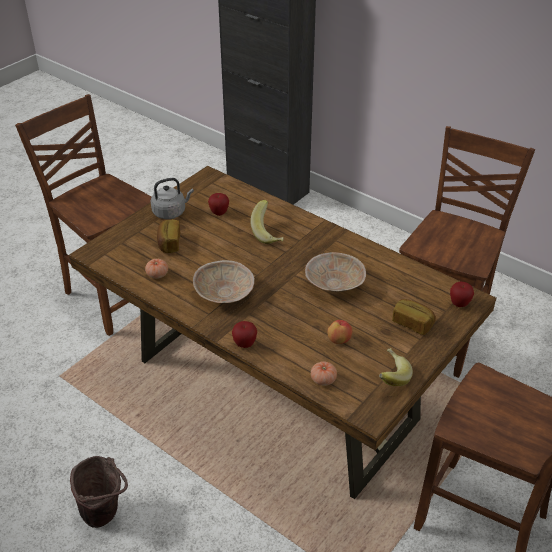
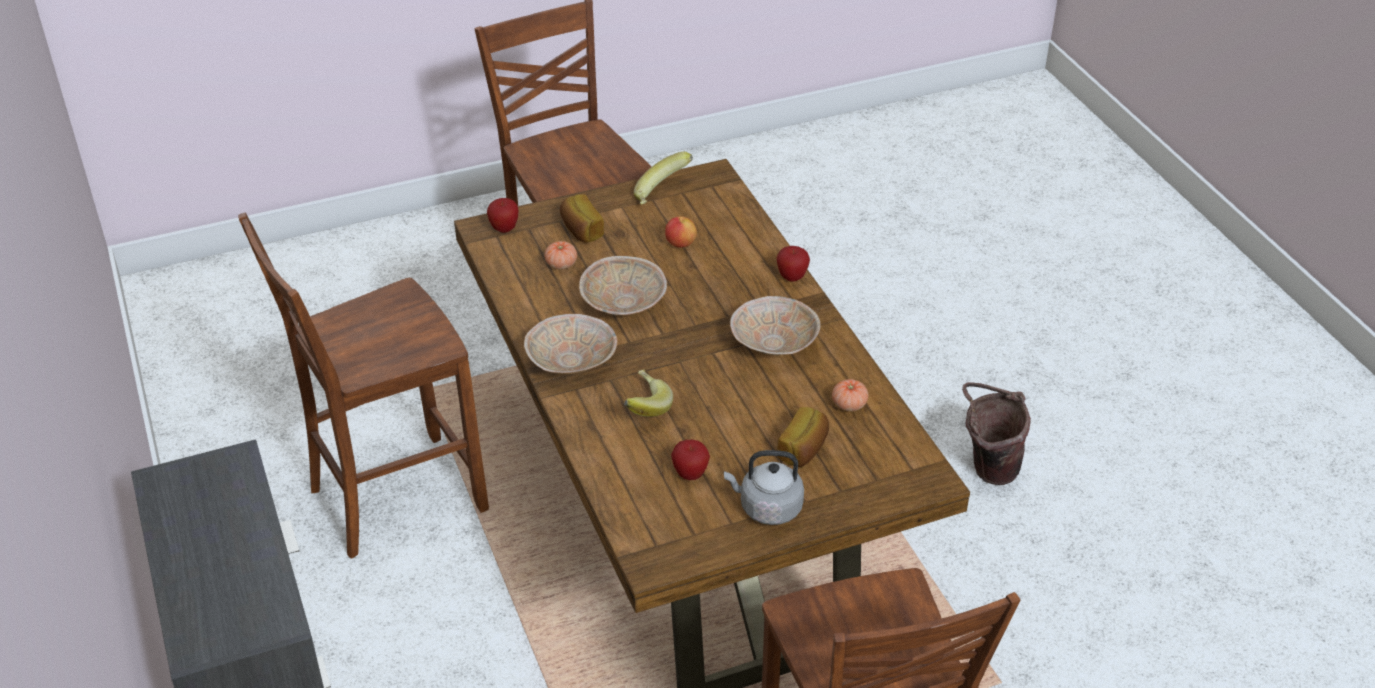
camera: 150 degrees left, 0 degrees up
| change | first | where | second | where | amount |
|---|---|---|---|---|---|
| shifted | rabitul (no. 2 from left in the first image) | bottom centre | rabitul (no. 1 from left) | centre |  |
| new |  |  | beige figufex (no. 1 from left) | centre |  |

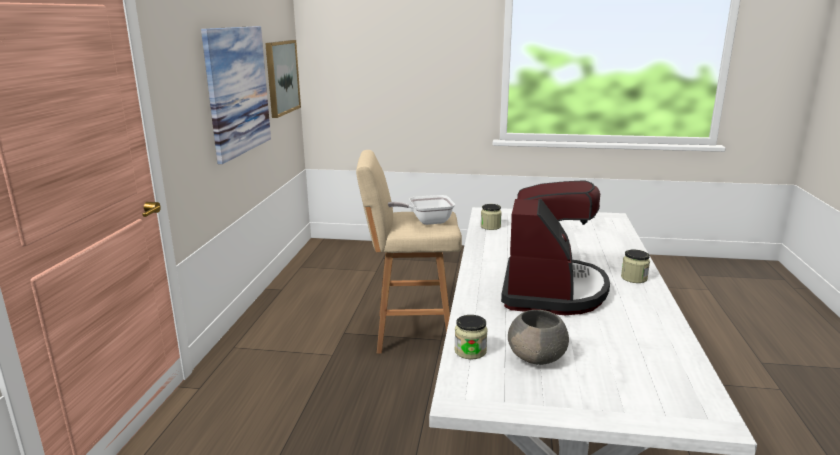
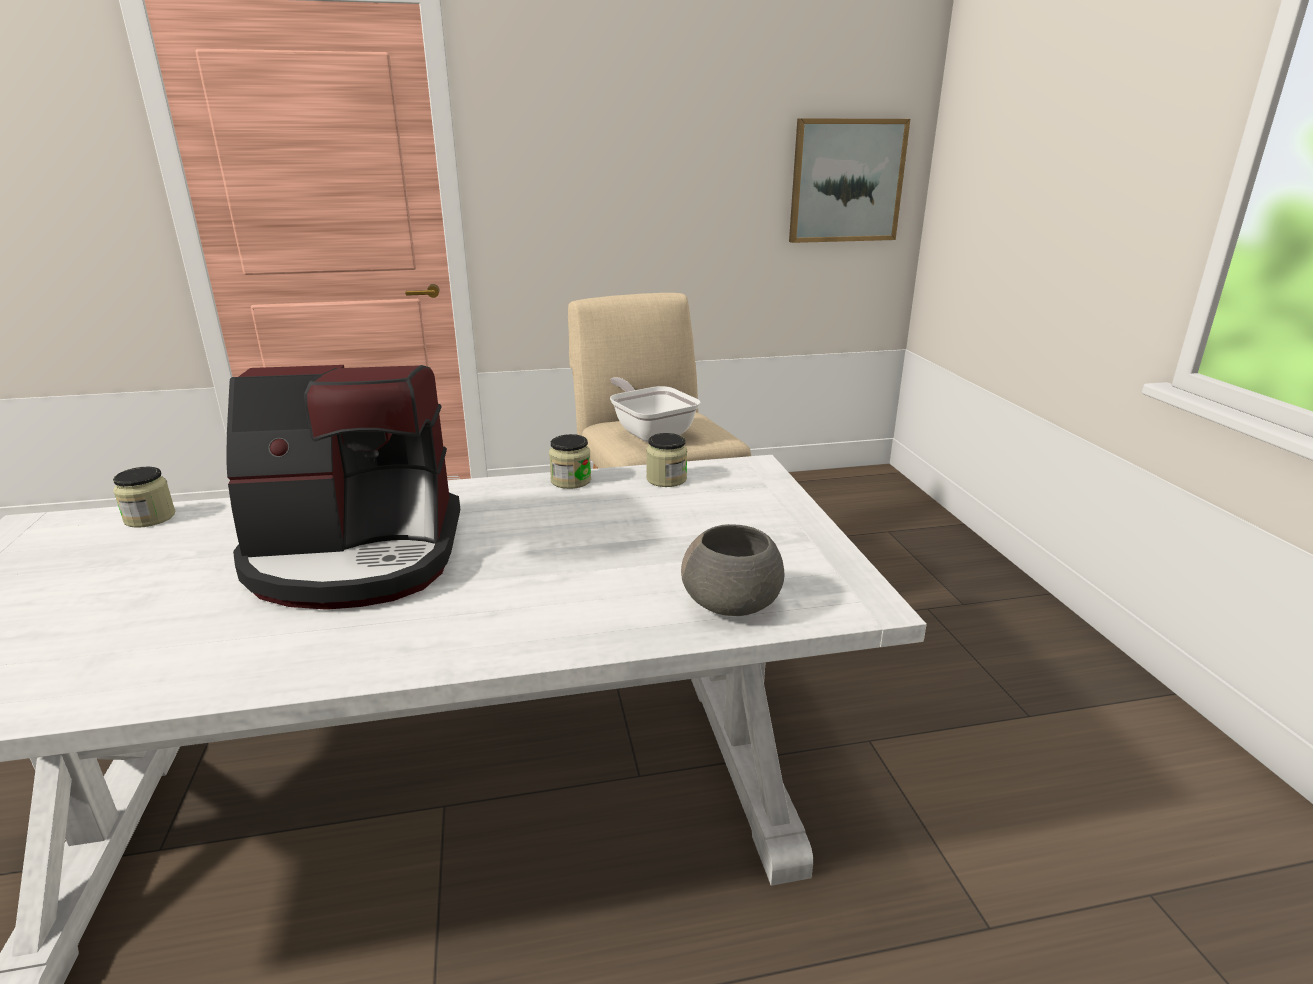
camera: 70 degrees right, 5 degrees up
| change | first | where | second | where | amount |
|---|---|---|---|---|---|
| gone | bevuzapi (no. 1 from left) | top left |  |  |  |
| shifted | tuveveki (no. 3 from left in the first image) | middle right | tuveveki (no. 2 from left) | centre |  |
| shifted | grey figufex | bottom centre |  | centre |  |

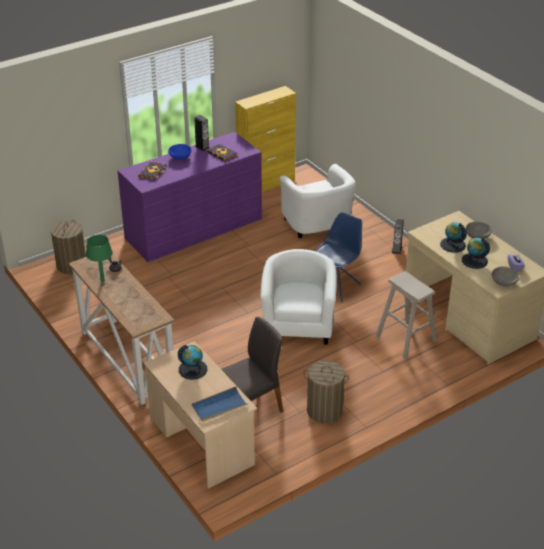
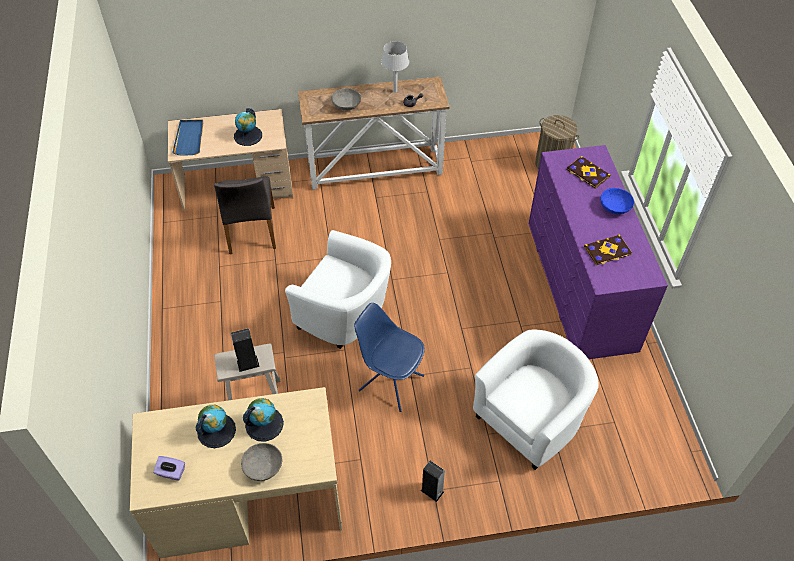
camera: 115 degrees right, 15 degrees up
| change | first | where | second | where | amount |
|---|---|---|---|---|---|
| gone | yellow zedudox | top centre |  |  |  |
| shifted | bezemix (no. 1 from left) | top centre |  | middle left |  |
| rotated | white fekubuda (no. 2 from left) | centre |  | bottom right | 135 degrees clockwise |
| rotated | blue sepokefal | centre |  | centre | 150 degrees clockwise |
| repainted | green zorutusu | middle left | grey zorutusu | top centre |  |
| shifted | grey figufex (no. 2 from left) | middle right |  | top centre |  |
| gone | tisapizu (no. 2 from left) | bottom centre |  |  |  |

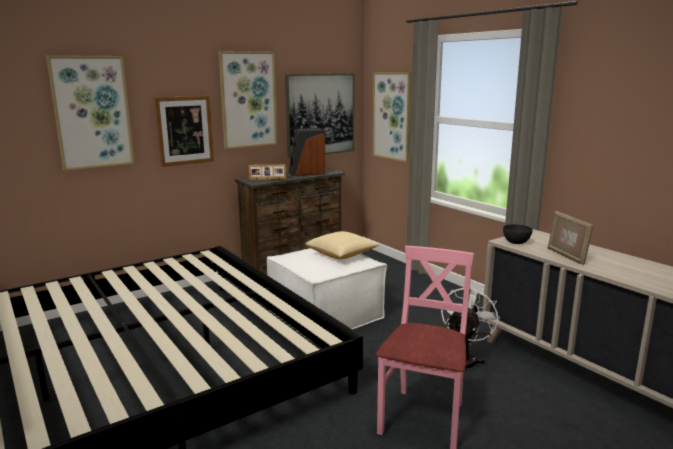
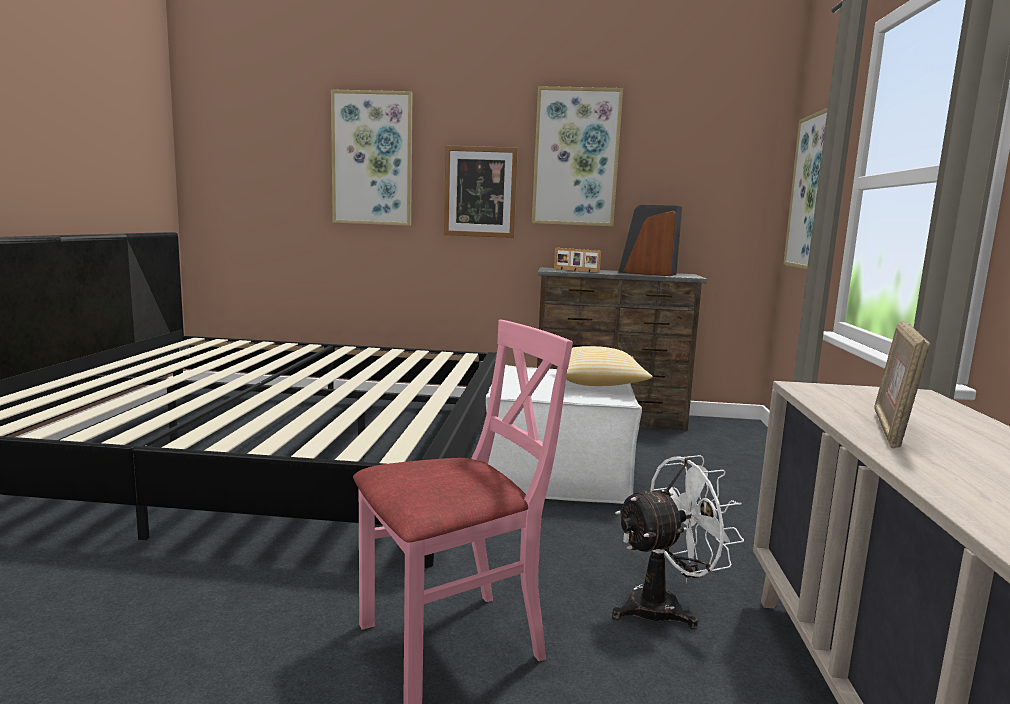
camera: 40 degrees right, 5 degrees down
| change | first | where | second | where | amount |
|---|---|---|---|---|---|
| gone | bevuzapi (no. 4 from left) | top centre |  |  |  |
| gone | grey figufex | middle right |  |  |  |

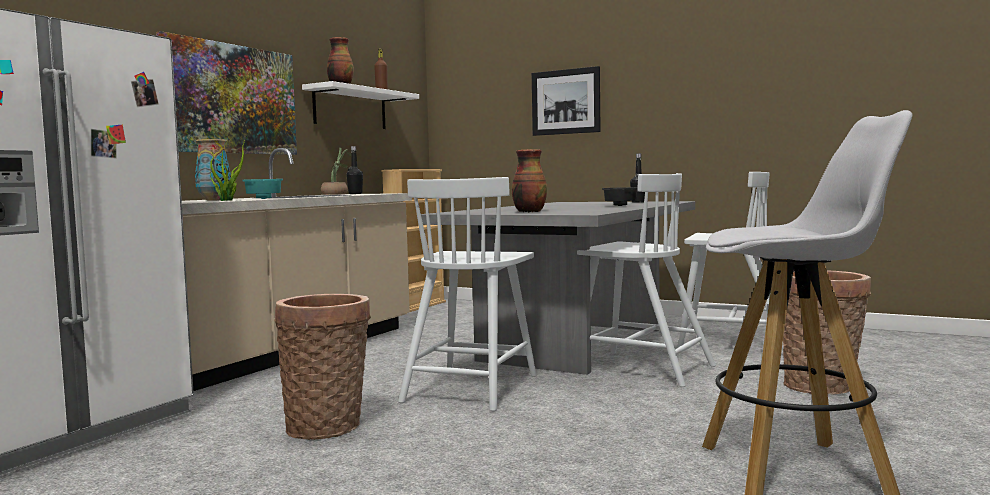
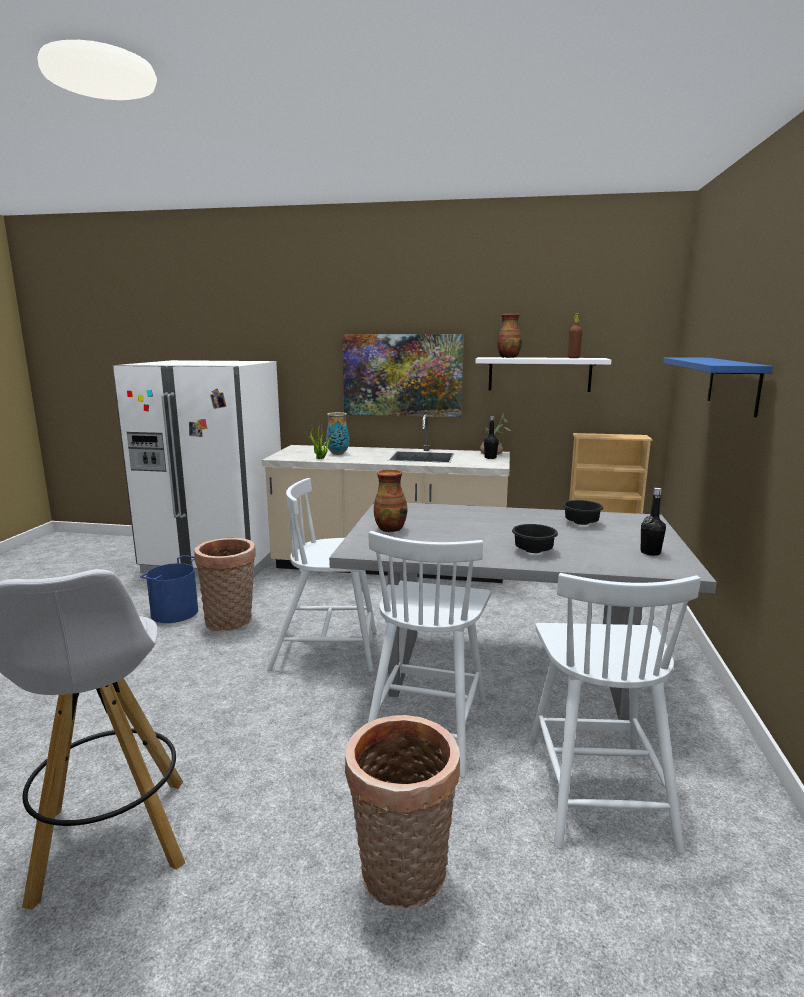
camera: 70 degrees right, 10 degrees up
| change | first | where | second | where | amount |
|---|---|---|---|---|---|
| swapped | bevuzapi (no. 2 from left) | top centre | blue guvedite | middle right |  |
| gone | turquoise figufex | middle left |  |  |  |
| new |  |  | black figufex (no. 2 from left) | middle right |  |
| new |  |  | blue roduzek | middle left |  |

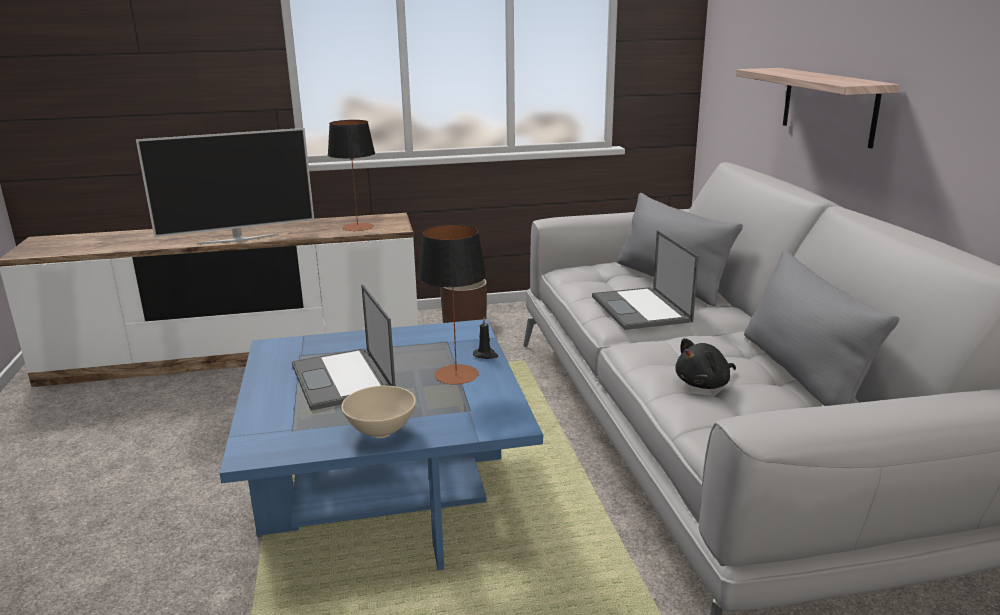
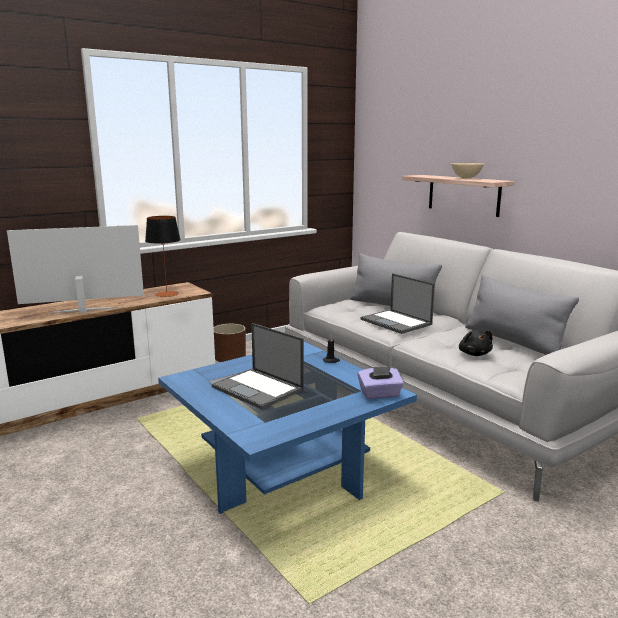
camera: 25 degrees left, 5 degrees down
| change | first | where | second | where | amount |
|---|---|---|---|---|---|
| rotated | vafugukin | top left |  | middle left | 150 degrees counterclockwise |
| gone | zorutusu (no. 2 from left) | centre |  |  |  |
| rotated | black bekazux | middle right |  | middle right | 45 degrees counterclockwise |
| shifted | beige figufex | bottom centre |  | top right |  |
| new |  |  | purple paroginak | centre |  |

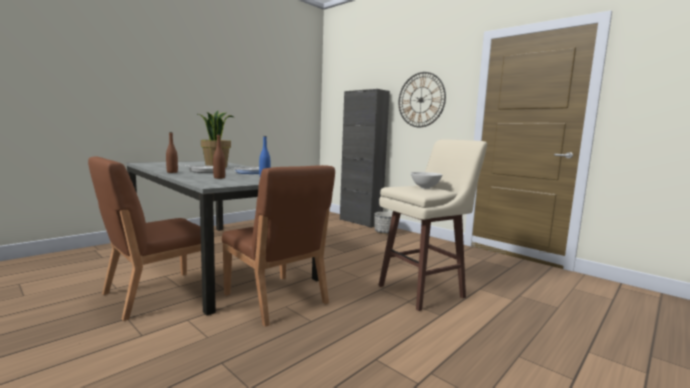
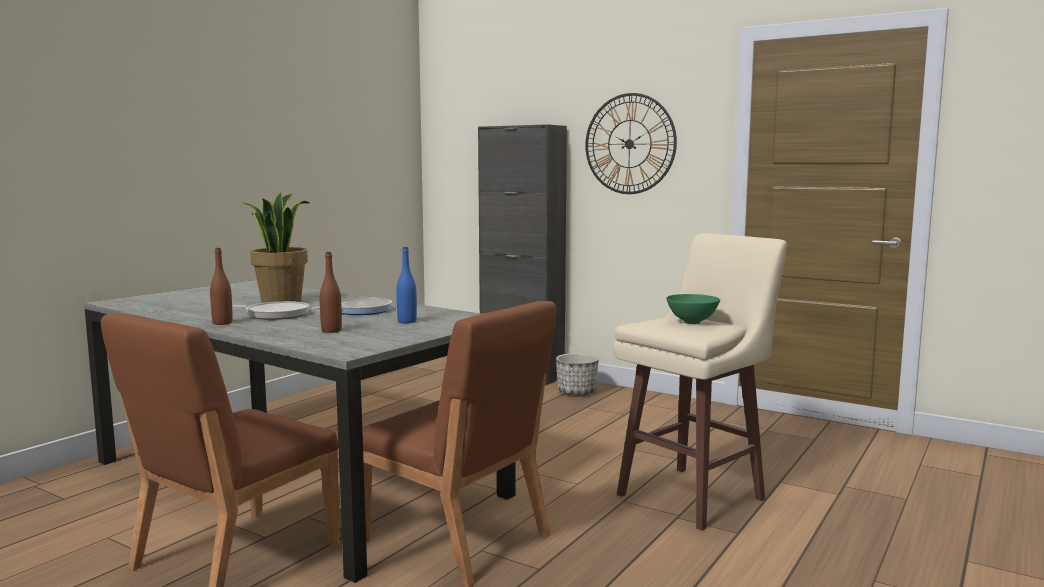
camera: 10 degrees left, 0 degrees up
| change | first | where | second | where | amount |
|---|---|---|---|---|---|
| repainted | white figufex | centre | green figufex | centre |  |

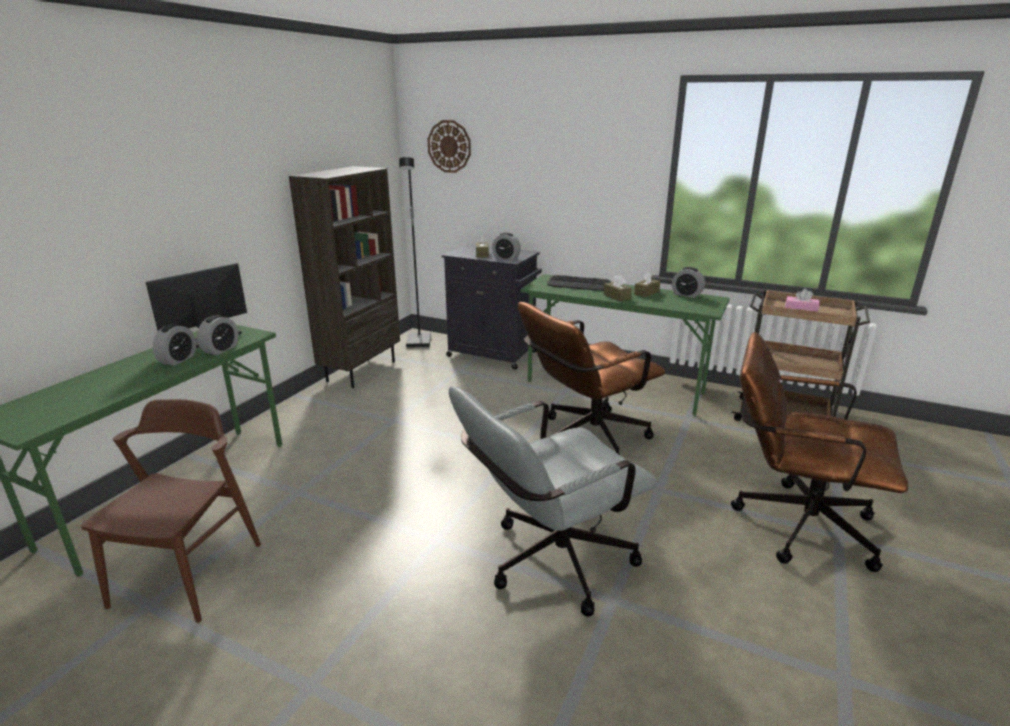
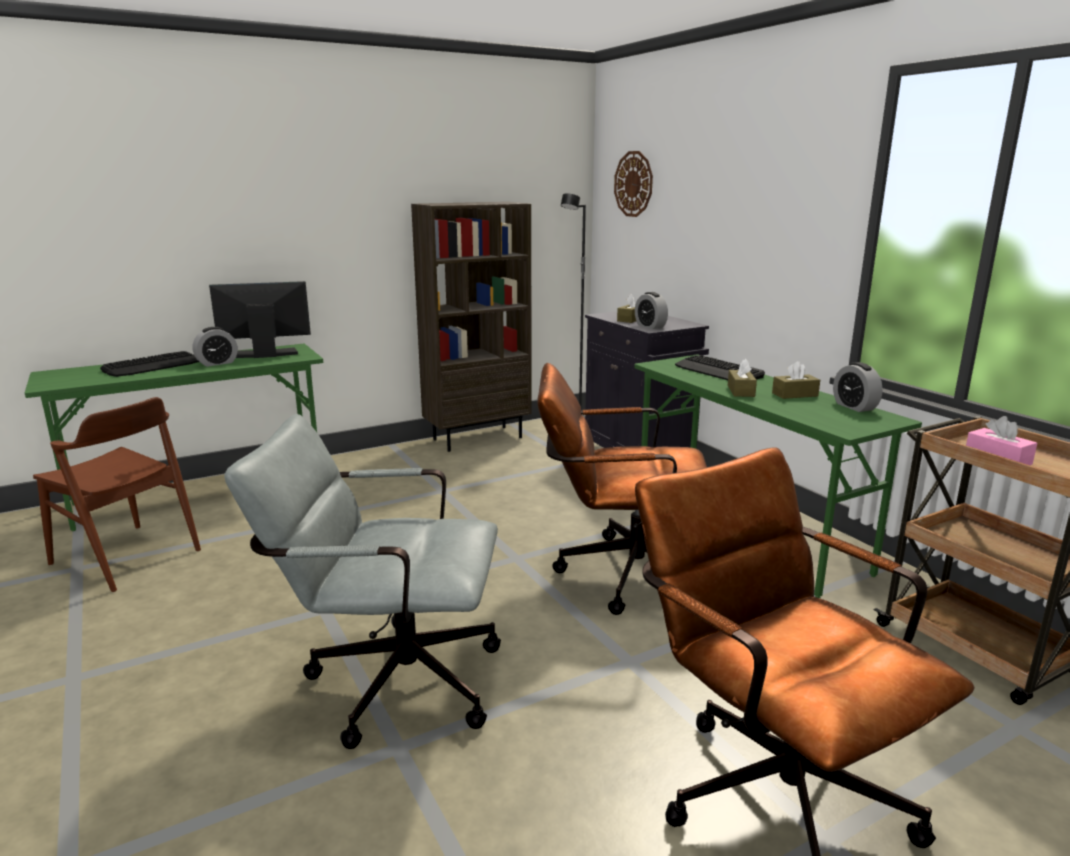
camera: 35 degrees right, 5 degrees down
| change | first | where | second | where | amount |
|---|---|---|---|---|---|
| gone | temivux (no. 2 from left) | middle left |  |  |  |
| rotated | brown sepokefal | bottom left |  | middle left | 75 degrees clockwise |
| new |  |  | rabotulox (no. 1 from left) | middle left |  |

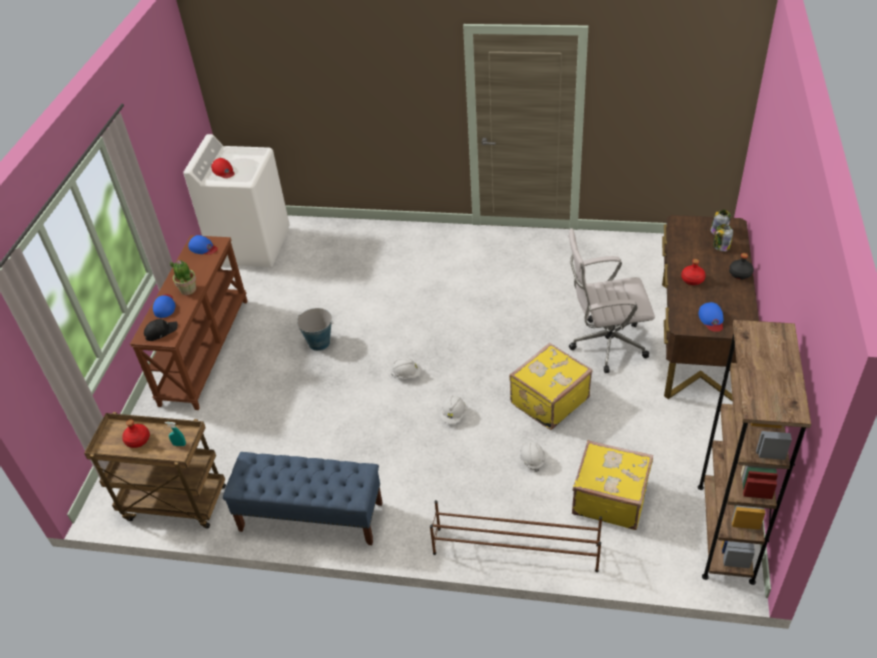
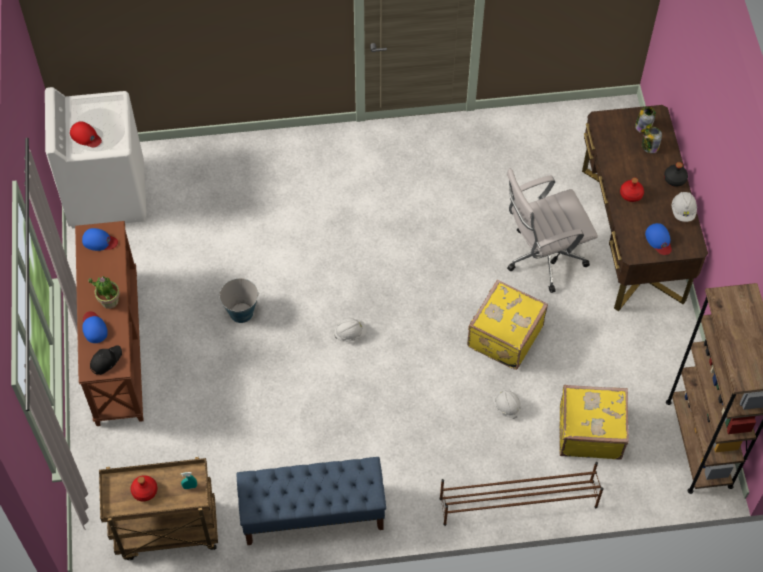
camera: 20 degrees left, 15 degrees up
| change | first | where | second | where | amount |
|---|---|---|---|---|---|
| shifted | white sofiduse (no. 2 from left in the first image) | centre | white sofiduse (no. 3 from left) | middle right |  |

